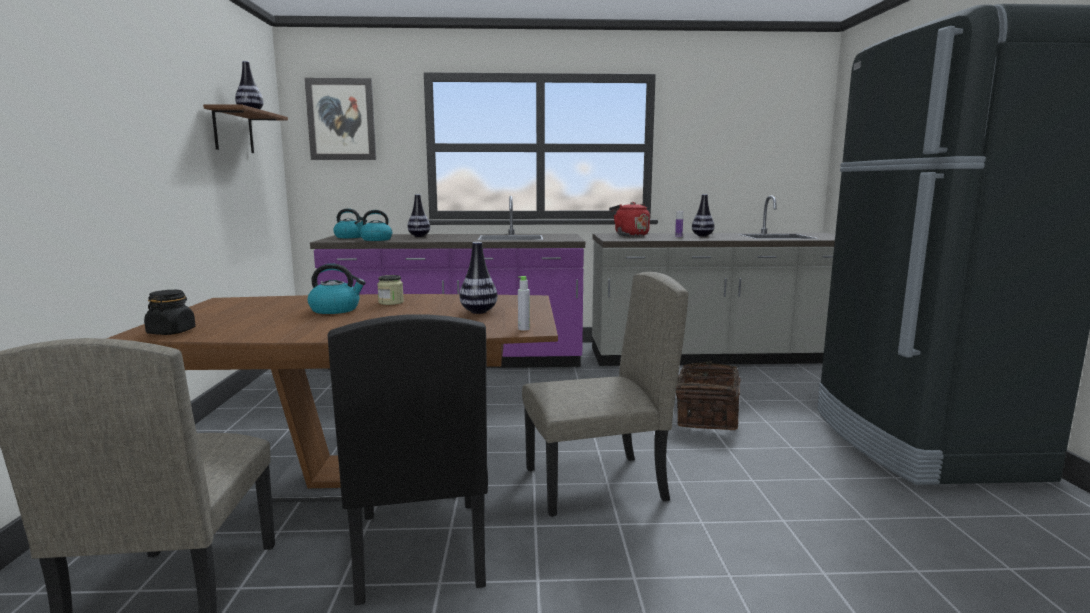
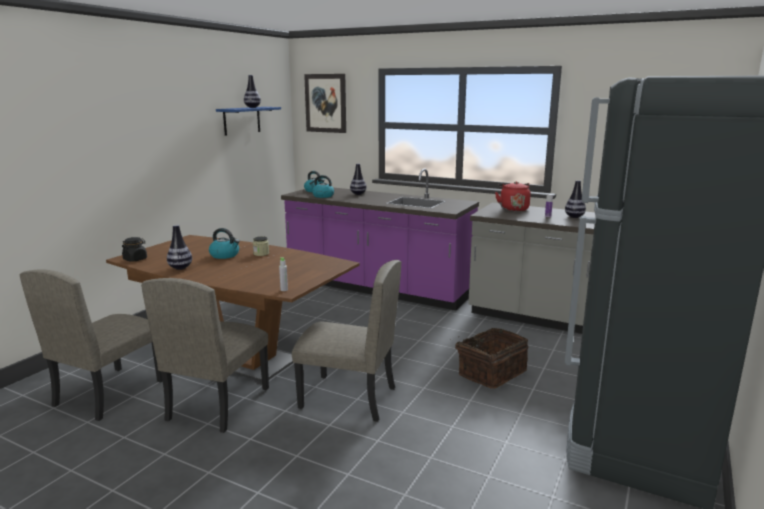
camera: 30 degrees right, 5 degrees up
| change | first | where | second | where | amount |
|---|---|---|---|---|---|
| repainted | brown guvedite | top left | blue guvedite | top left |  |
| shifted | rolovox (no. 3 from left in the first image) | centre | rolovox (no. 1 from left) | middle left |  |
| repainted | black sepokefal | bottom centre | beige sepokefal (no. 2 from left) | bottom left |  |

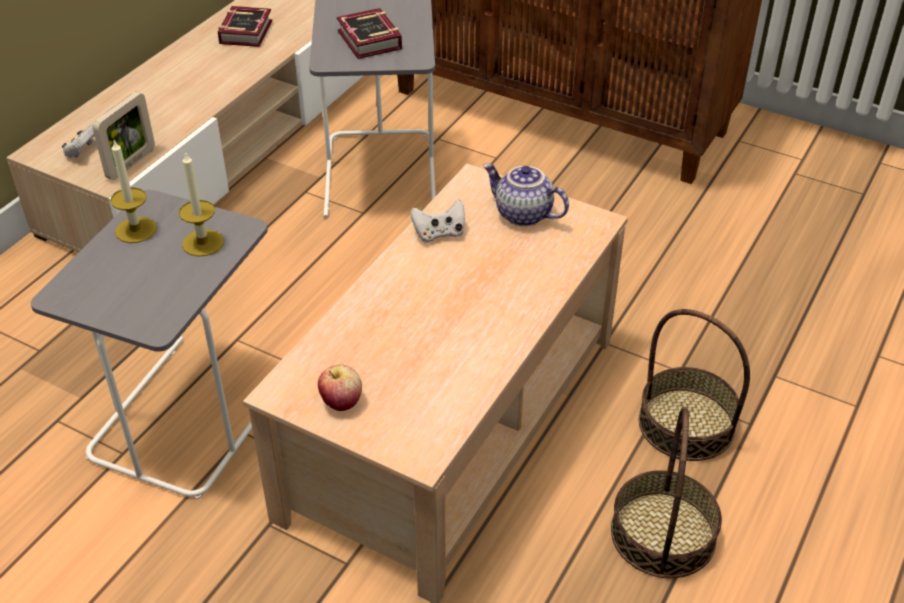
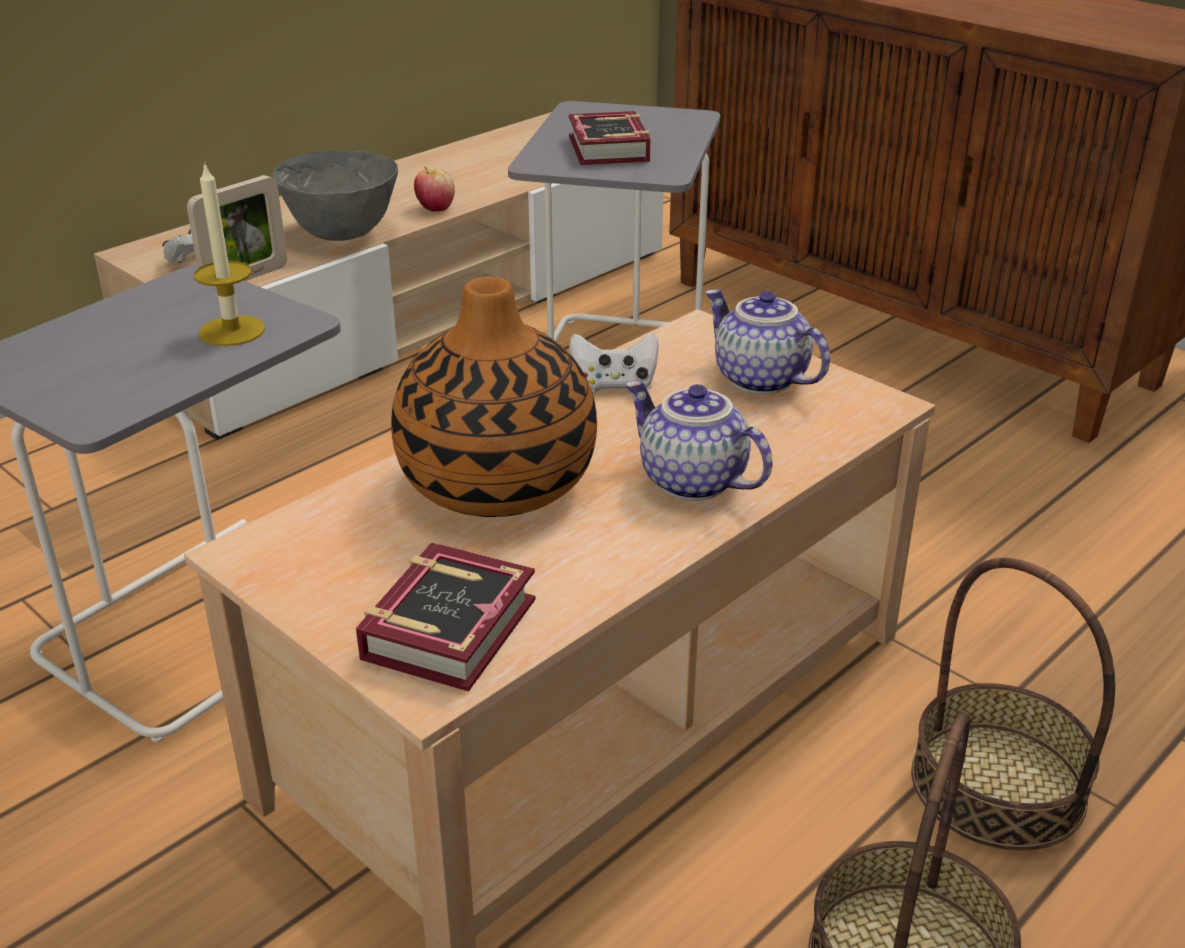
camera: 15 degrees right, 10 degrees down
| change | first | where | second | where | amount |
|---|---|---|---|---|---|
| shifted | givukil (no. 1 from left) | top left |  | centre |  |
| gone | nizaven (no. 1 from left) | top left |  |  |  |
| shifted | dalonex | centre |  | top centre |  |
| new |  |  | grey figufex | top left |  |
| new |  |  | rolovox | centre |  |
| new |  |  | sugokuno (no. 1 from left) | centre |  |

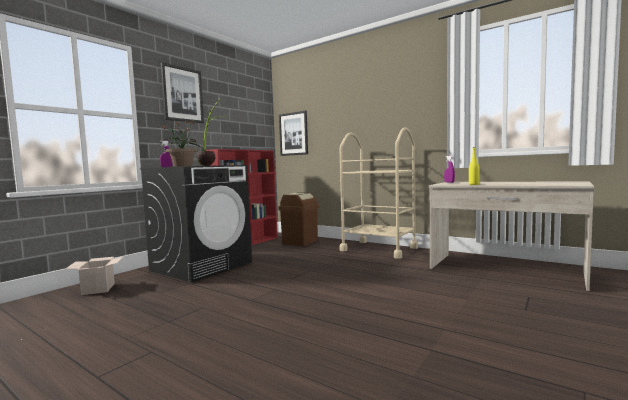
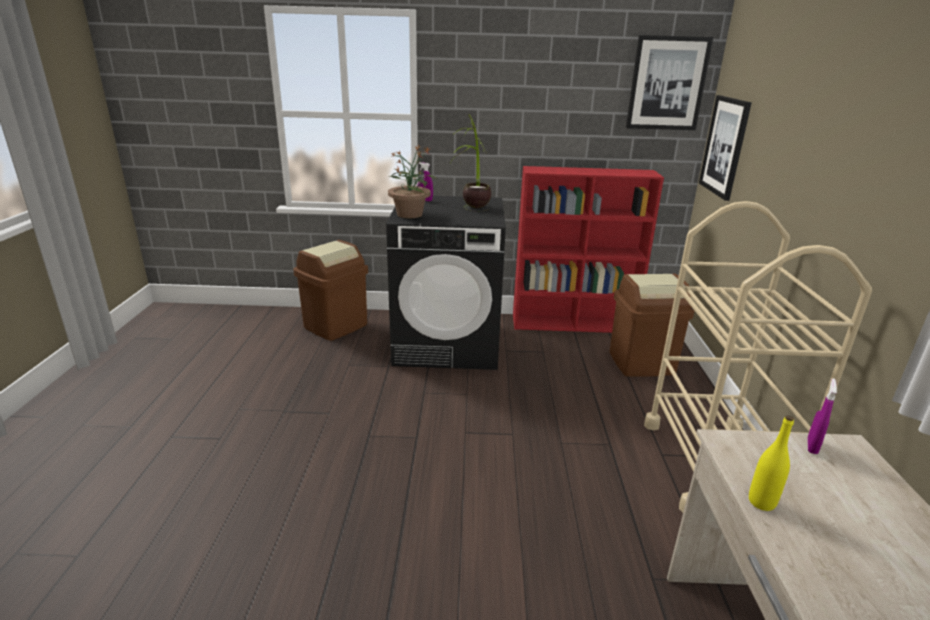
camera: 55 degrees right, 20 degrees up
| change | first | where | second | where | amount |
|---|---|---|---|---|---|
| shifted | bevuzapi (no. 1 from left) | top left |  | top right |  |
| swapped | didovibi | bottom left | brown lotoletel (no. 1 from left) | centre |  |

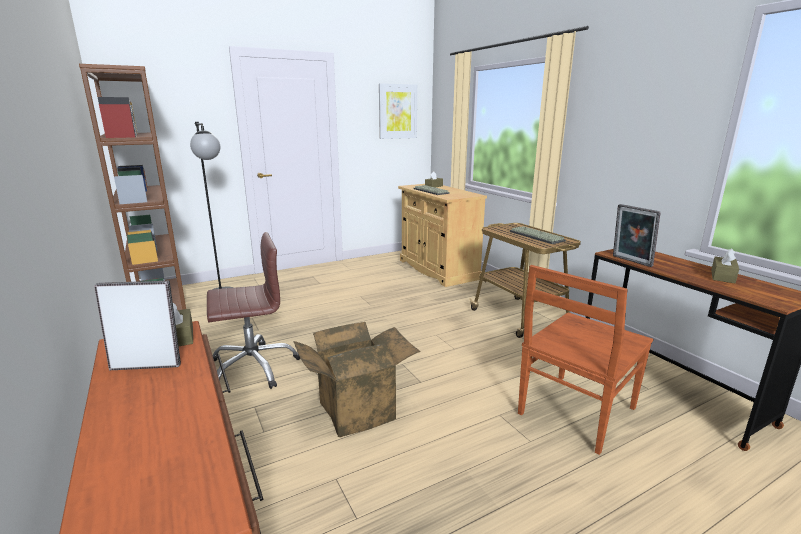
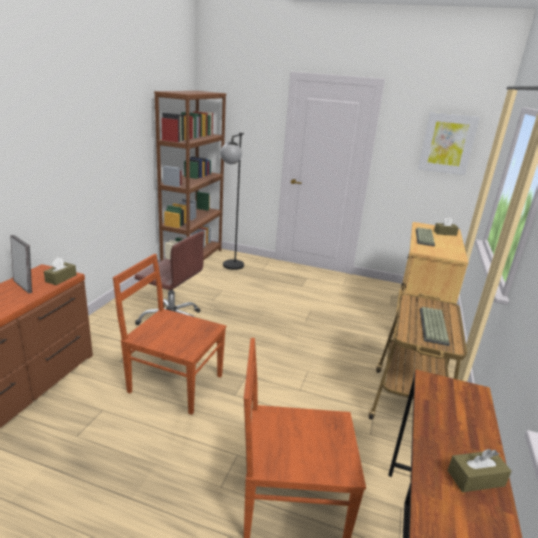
camera: 45 degrees right, 5 degrees up
| change | first | where | second | where | amount |
|---|---|---|---|---|---|
| gone | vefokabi (no. 2 from left) | middle right |  |  |  |
| swapped | didovibi | bottom centre | brown sepokefal (no. 1 from left) | middle left |  |

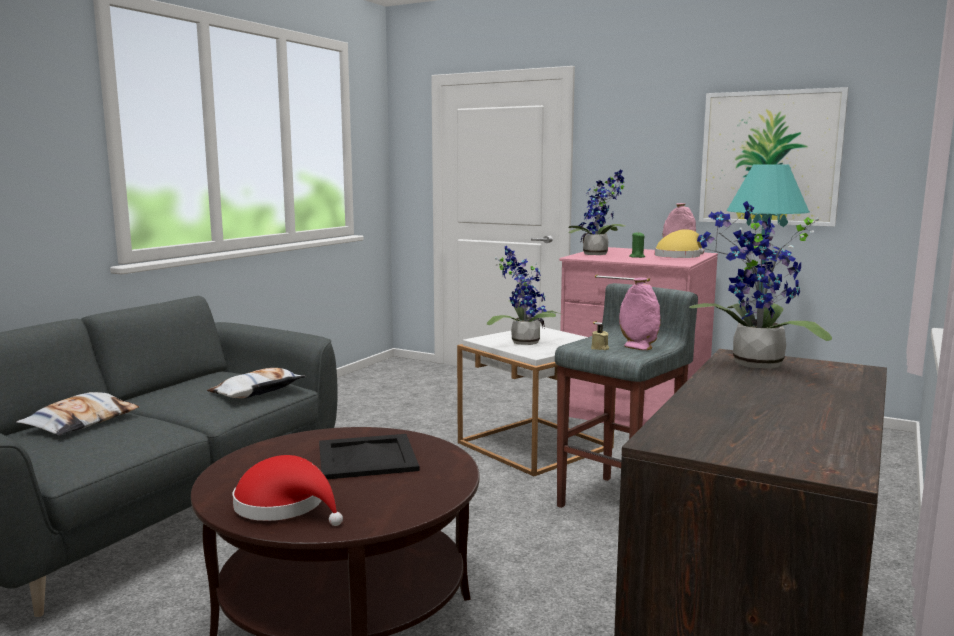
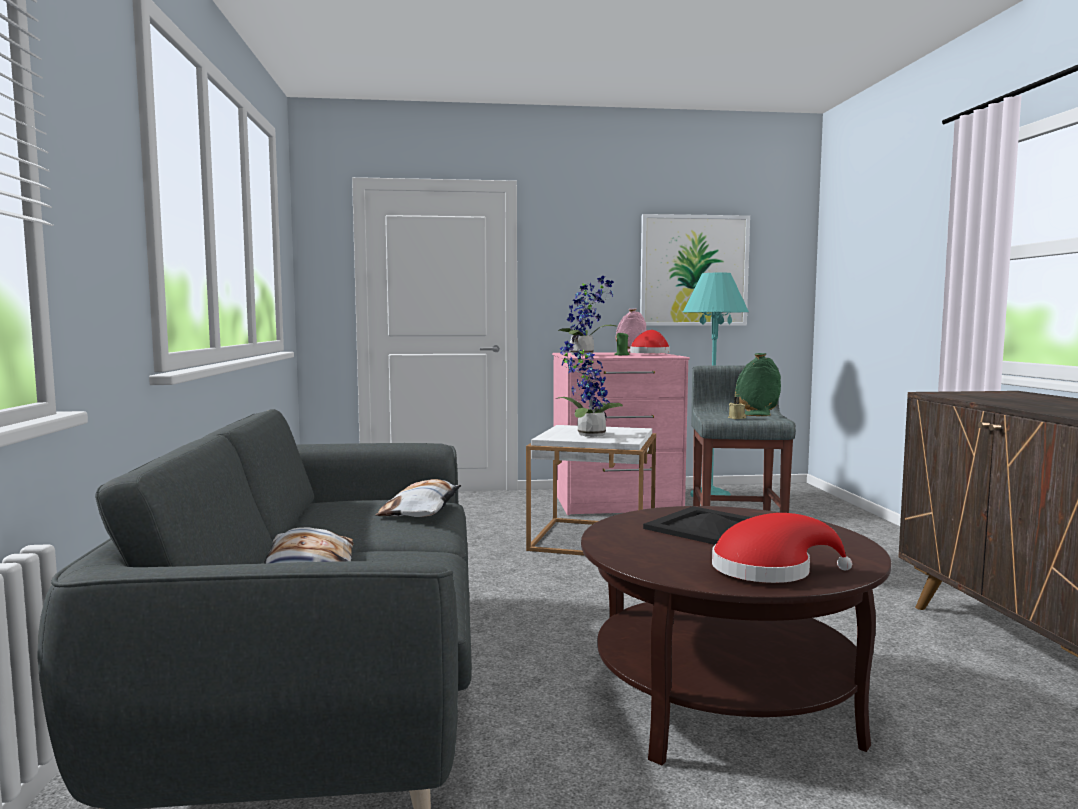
camera: 35 degrees left, 5 degrees down
| change | first | where | second | where | amount |
|---|---|---|---|---|---|
| gone | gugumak (no. 3 from left) | middle right |  |  |  |
| repainted | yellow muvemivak | middle right | red muvemivak (no. 1 from left) | centre |  |
| repainted | pink rolovox (no. 1 from left) | middle right | green rolovox | middle right |  |

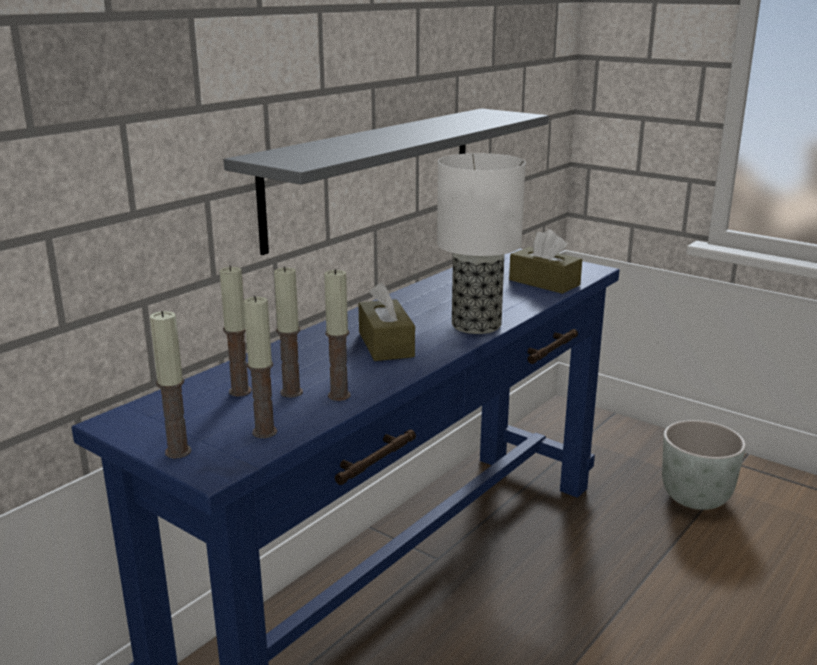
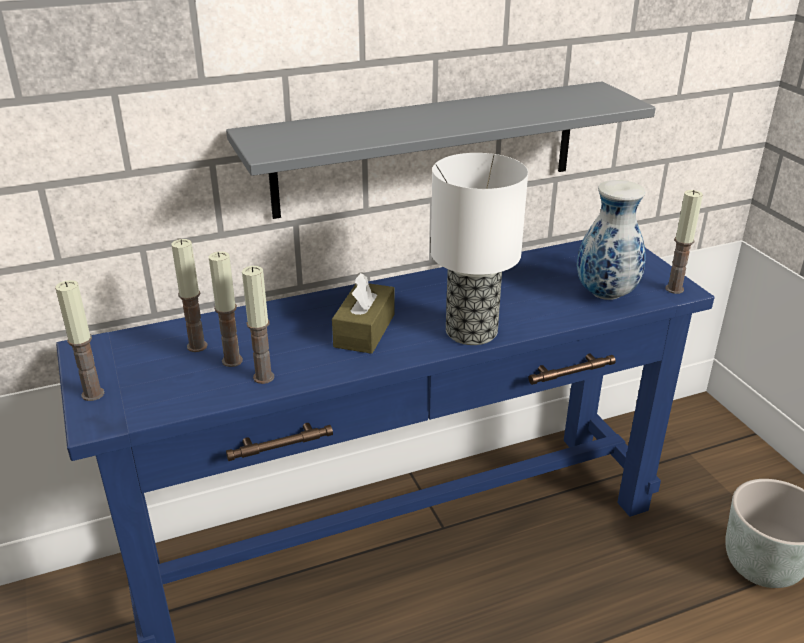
camera: 30 degrees right, 10 degrees up
| change | first | where | second | where | amount |
|---|---|---|---|---|---|
| swapped | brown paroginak (no. 2 from left) | middle right | rolovox | middle right |  |
| shifted | nizaven (no. 3 from left in the first image) | middle left | nizaven (no. 5 from left) | middle right |  |

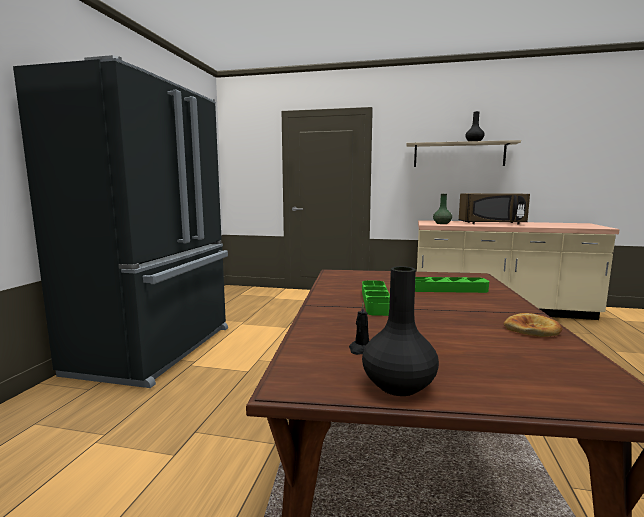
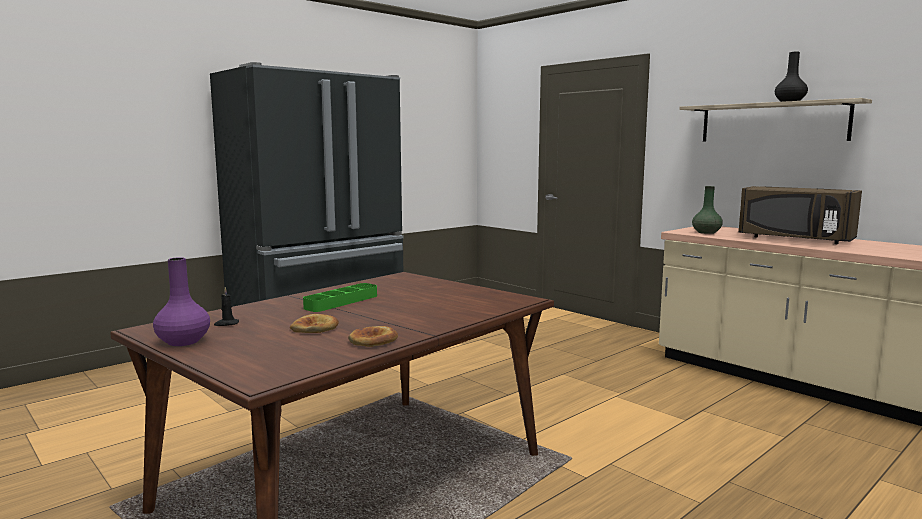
camera: 35 degrees right, 0 degrees up
| change | first | where | second | where | amount |
|---|---|---|---|---|---|
| repainted | black rolovox (no. 1 from left) | centre | purple rolovox | middle left |  |
| gone | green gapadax (no. 2 from left) | middle right |  |  |  |
| new |  |  | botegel (no. 1 from left) | centre |  |

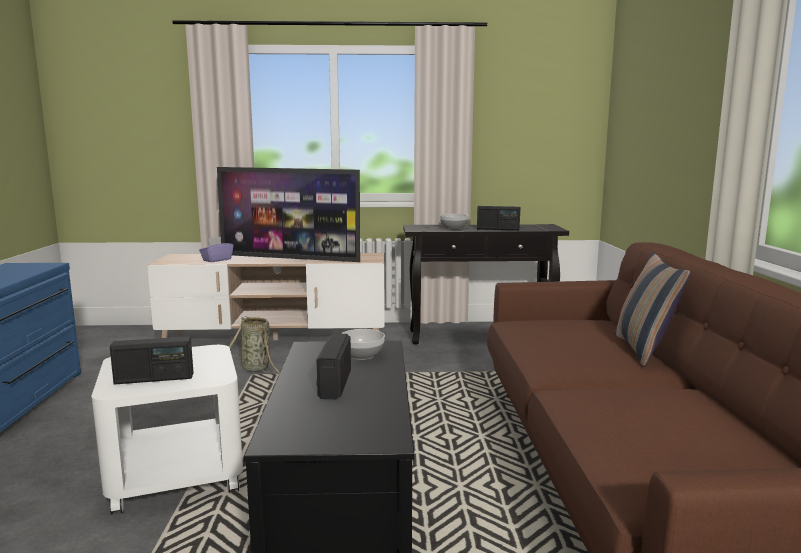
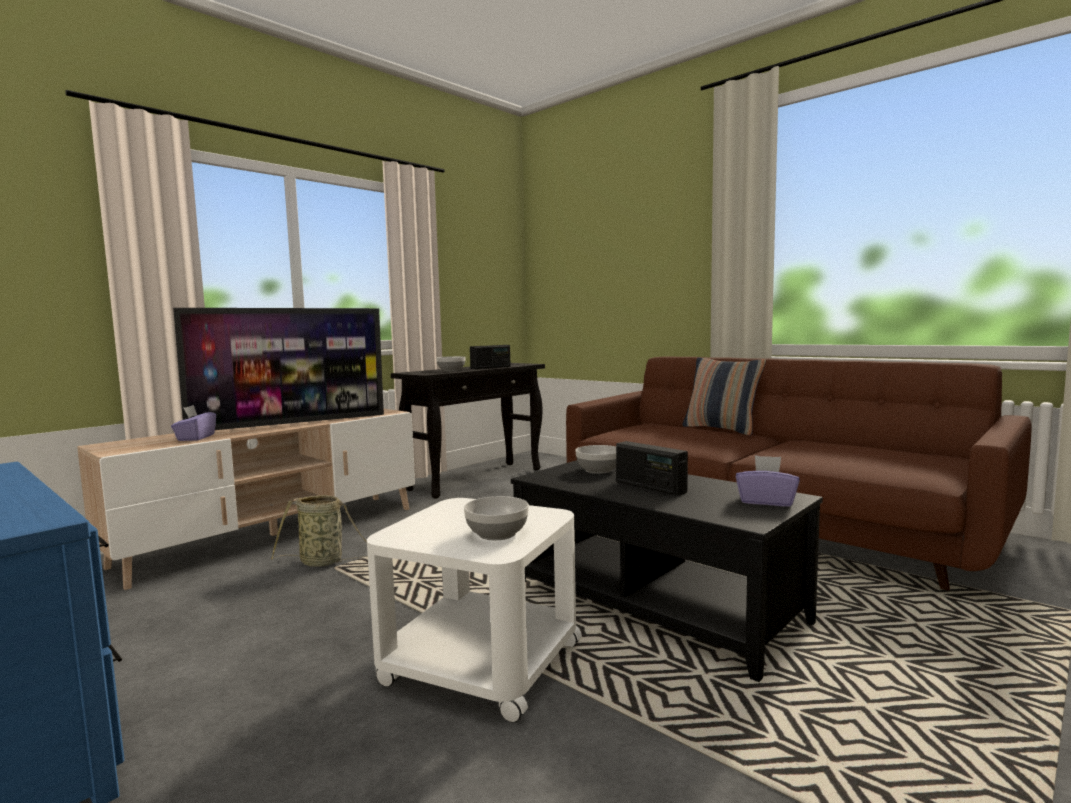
camera: 45 degrees left, 5 degrees down
| change | first | where | second | where | amount |
|---|---|---|---|---|---|
| swapped | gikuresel (no. 1 from left) | middle left | figufex (no. 2 from left) | centre |  |
| new |  |  | purple paroginak (no. 2 from left) | middle right |  |

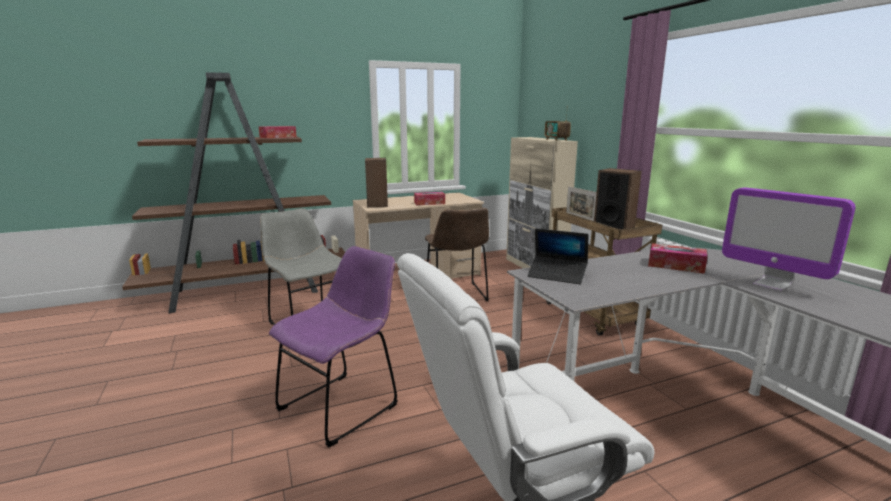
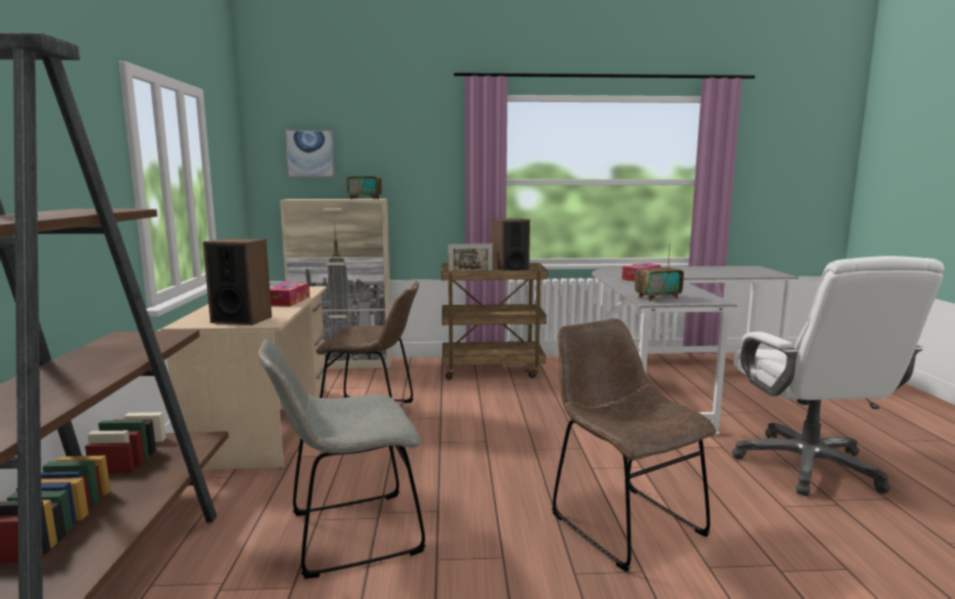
camera: 70 degrees left, 5 degrees down
| change | first | where | second | where | amount |
|---|---|---|---|---|---|
| gone | paroginak (no. 1 from left) | top left |  |  |  |
| gone | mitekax | middle right |  |  |  |
| swapped | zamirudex | centre | gikuresel (no. 2 from left) | middle right |  |
| repainted | purple sepokefal | bottom centre | brown sepokefal (no. 2 from left) | bottom centre |  |
| new |  |  | bevuzapi | top left |  |

